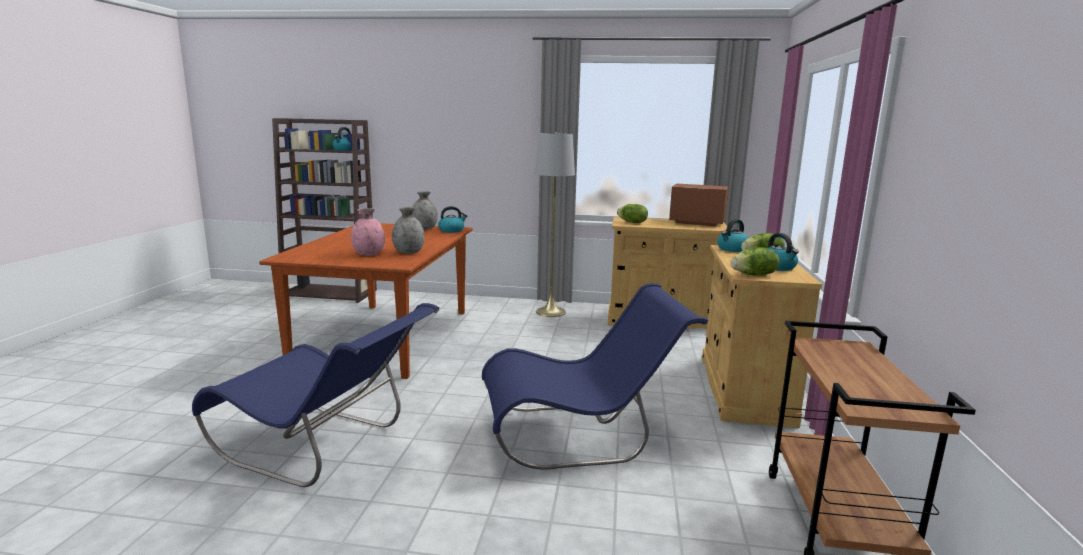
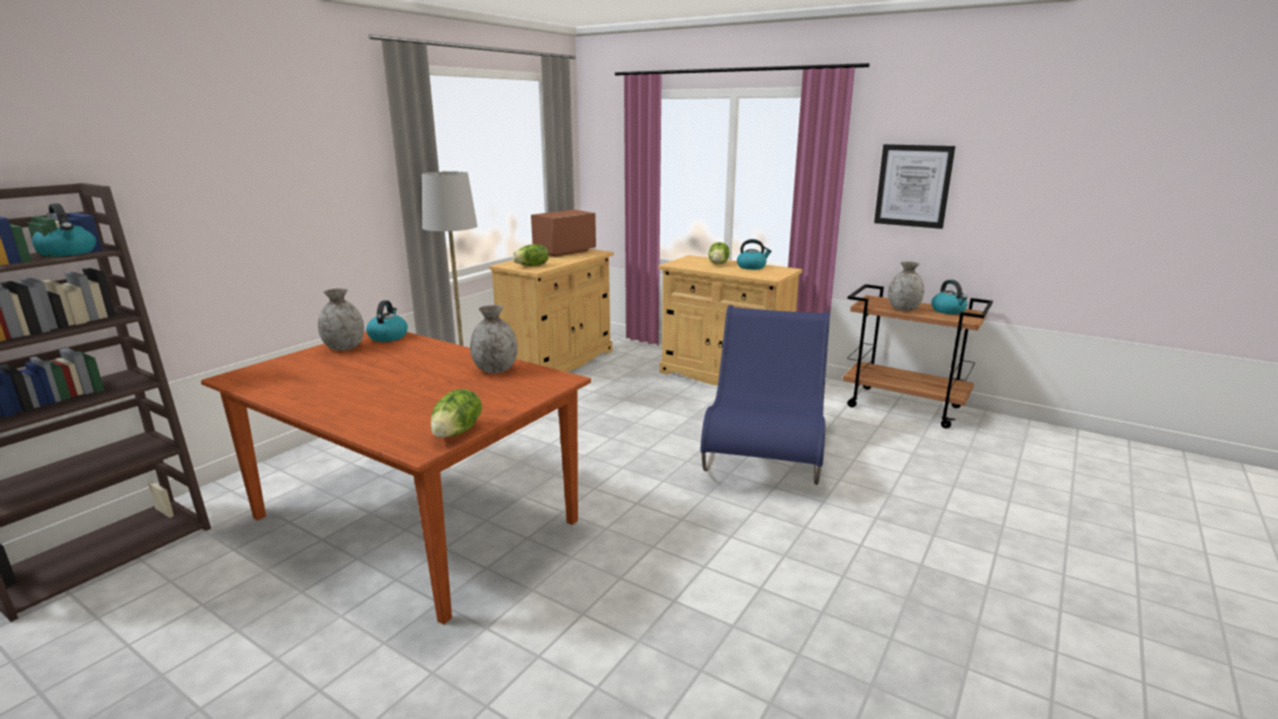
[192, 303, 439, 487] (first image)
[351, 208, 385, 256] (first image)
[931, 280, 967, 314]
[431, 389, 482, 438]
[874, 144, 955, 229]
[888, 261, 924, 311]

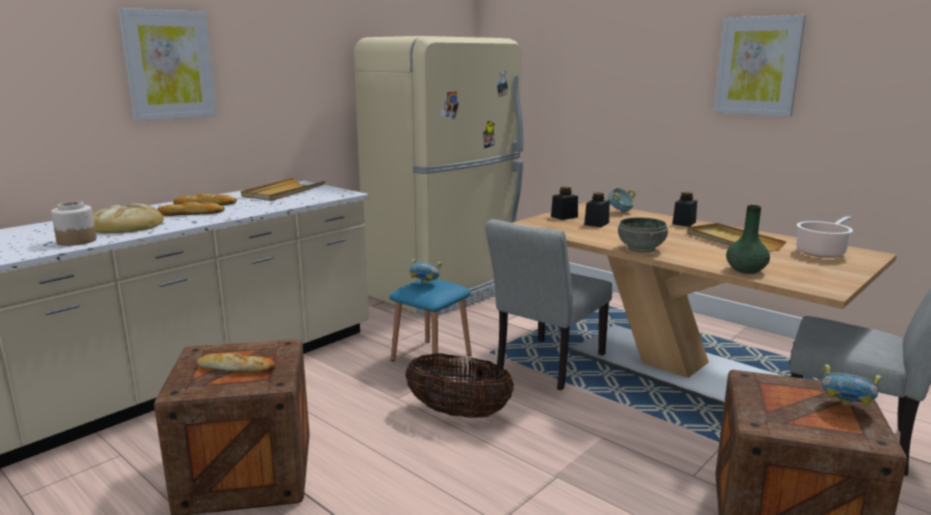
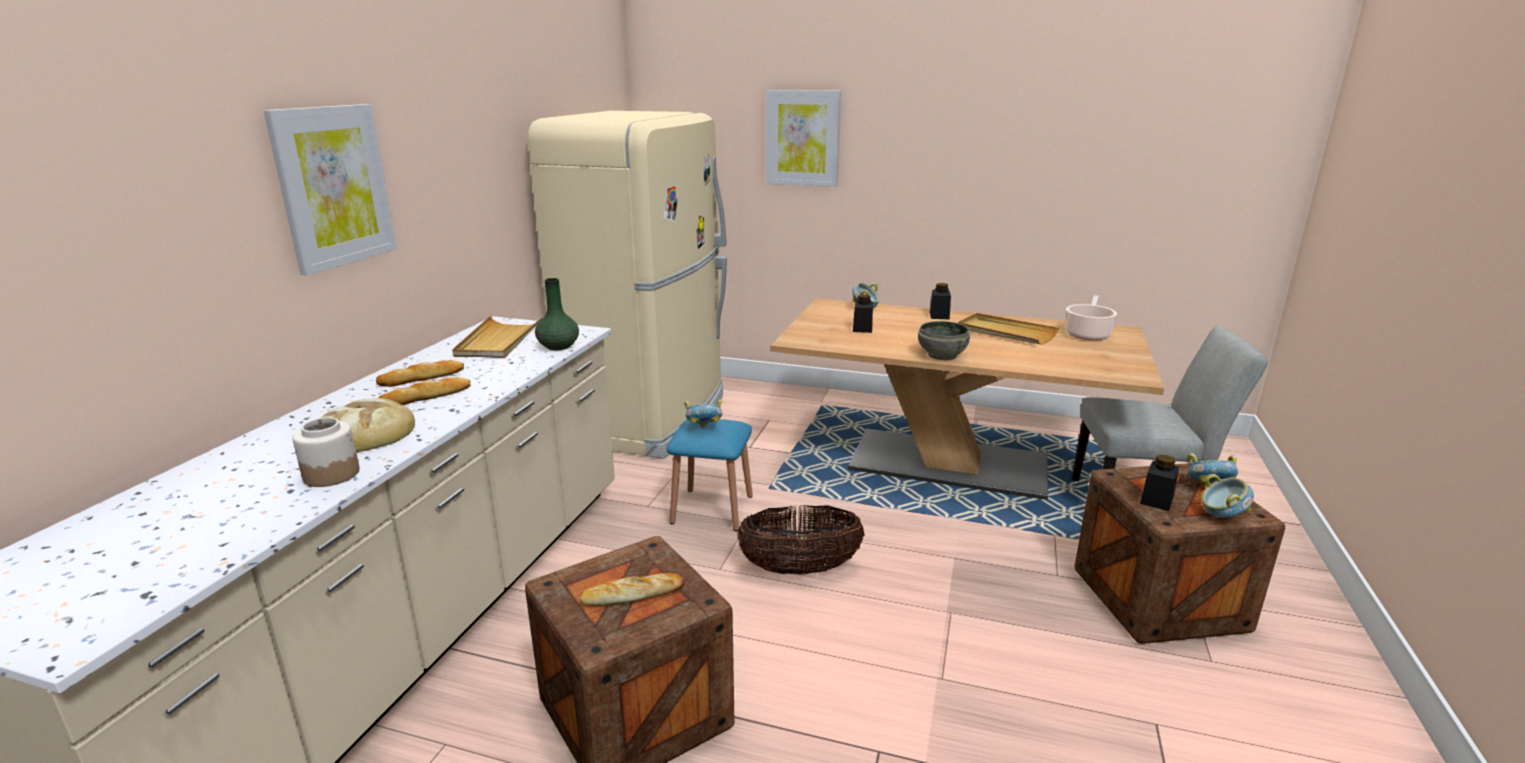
[485, 219, 612, 390] (first image)
[1140, 455, 1179, 511]
[766, 90, 841, 187]
[535, 278, 579, 350]
[1202, 474, 1254, 518]

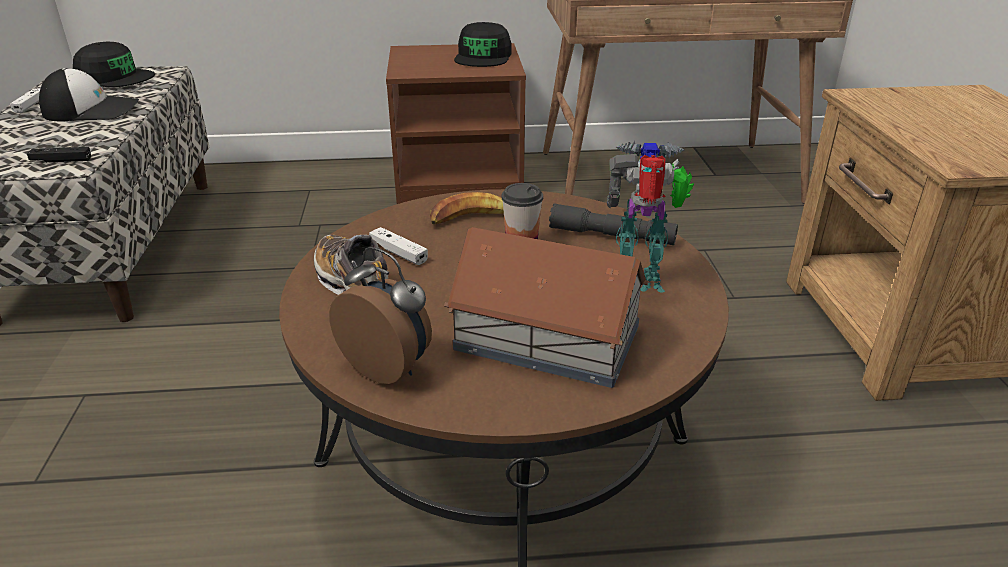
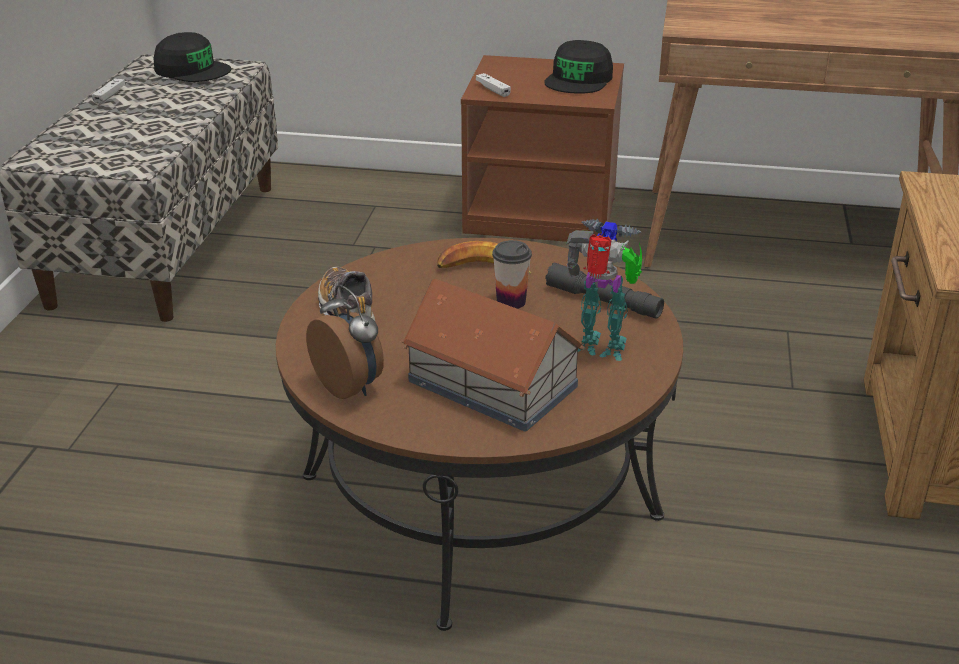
[27, 147, 91, 163] (first image)
[39, 68, 139, 121] (first image)
[476, 73, 511, 97]

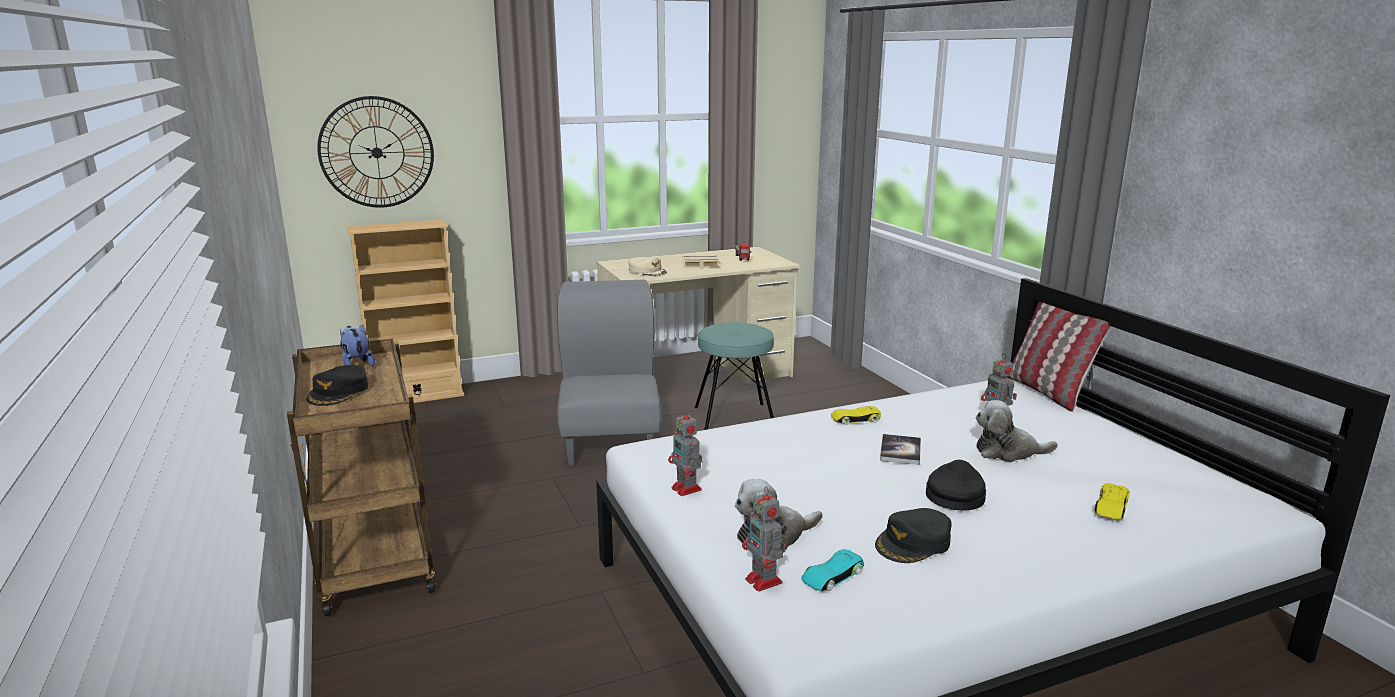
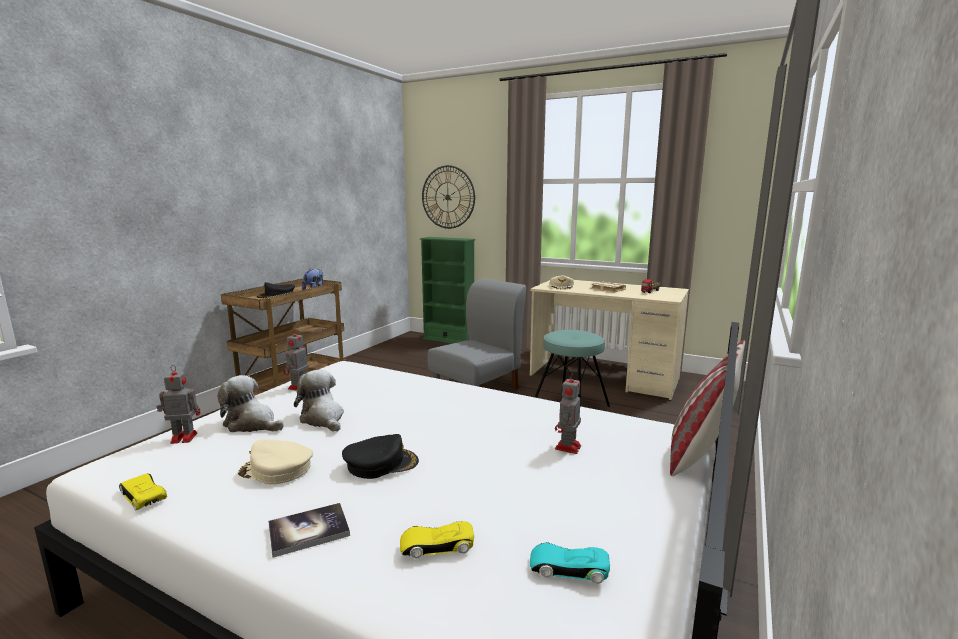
[420, 237, 475, 344]
[157, 365, 200, 444]
[530, 542, 610, 583]
[119, 473, 167, 511]
[237, 439, 313, 484]
[268, 503, 350, 558]
[294, 370, 344, 432]

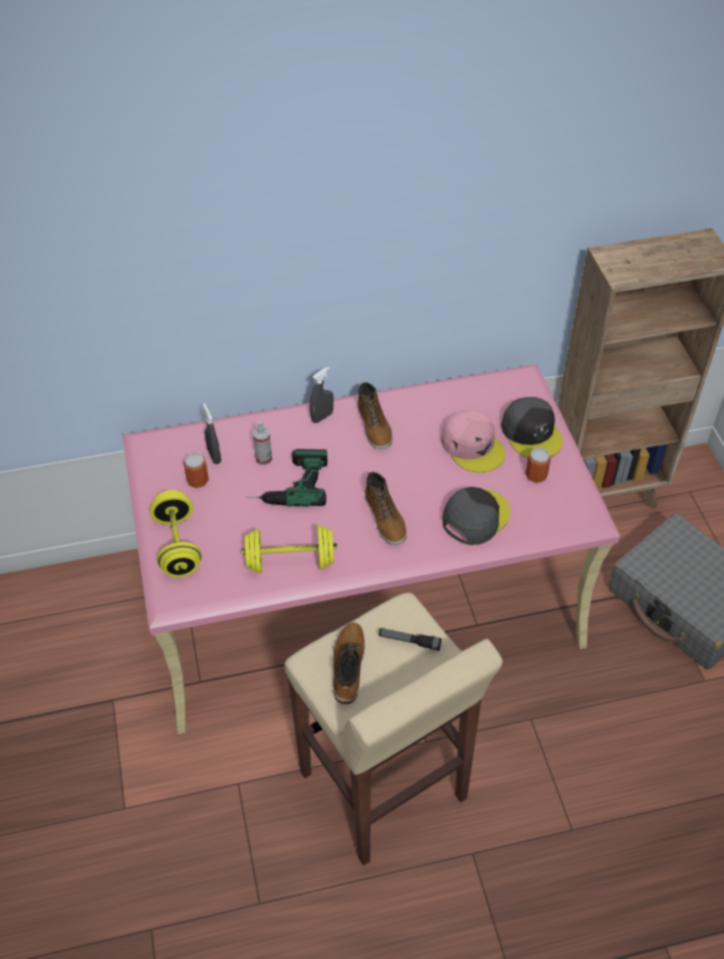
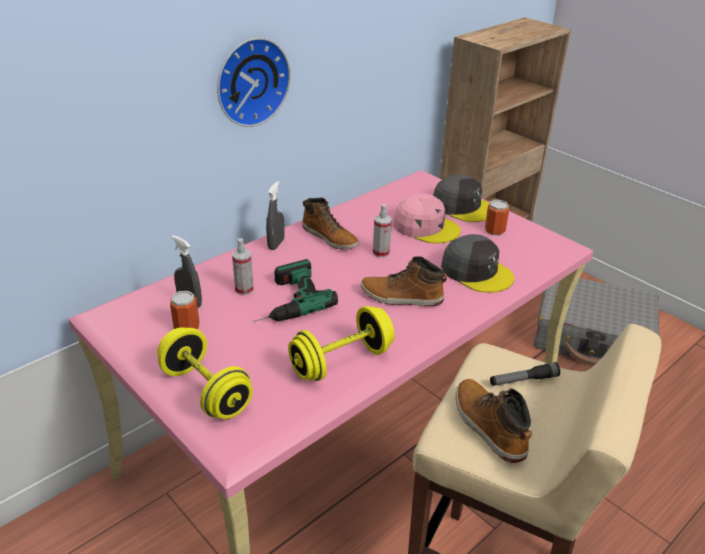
[361, 256, 447, 306]
[441, 234, 514, 293]
[217, 38, 290, 127]
[373, 204, 392, 258]

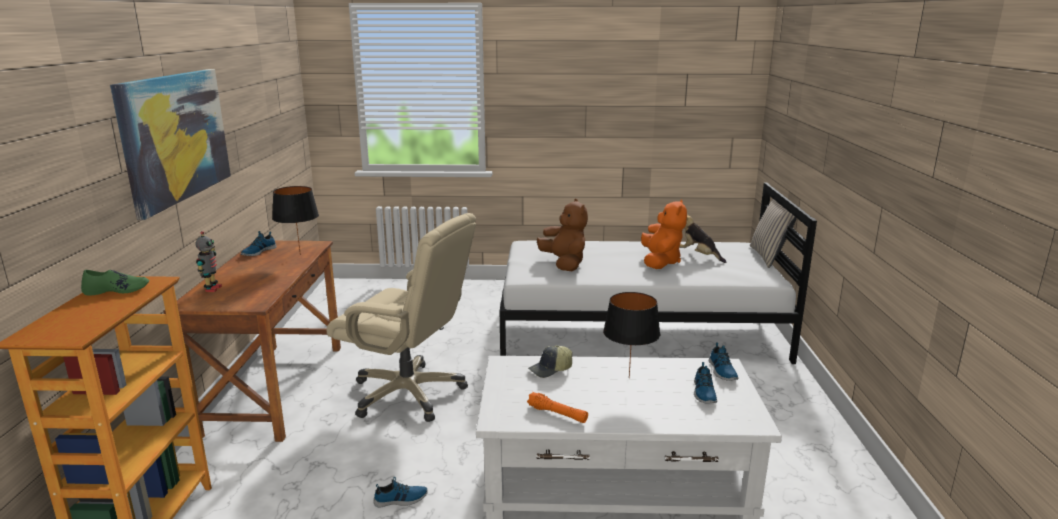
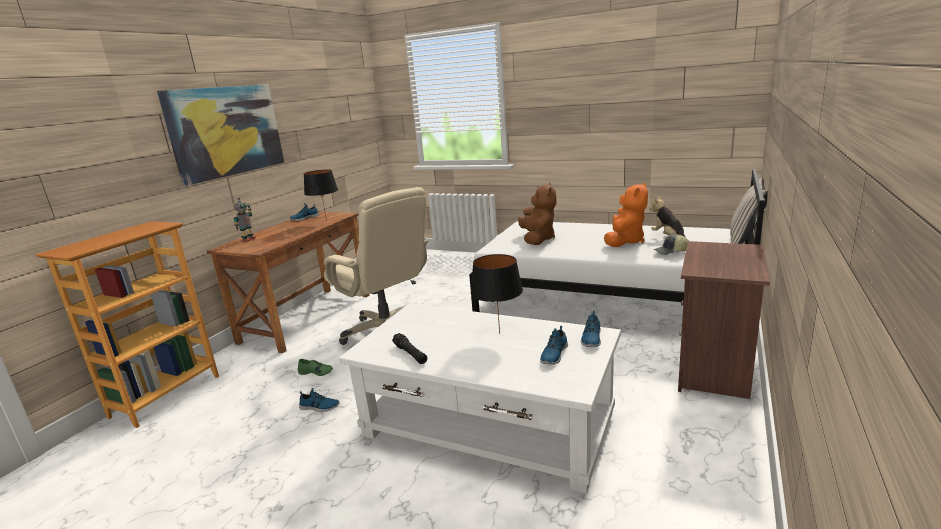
[298, 359, 333, 376]
[392, 333, 427, 364]
[653, 234, 689, 255]
[678, 241, 770, 399]

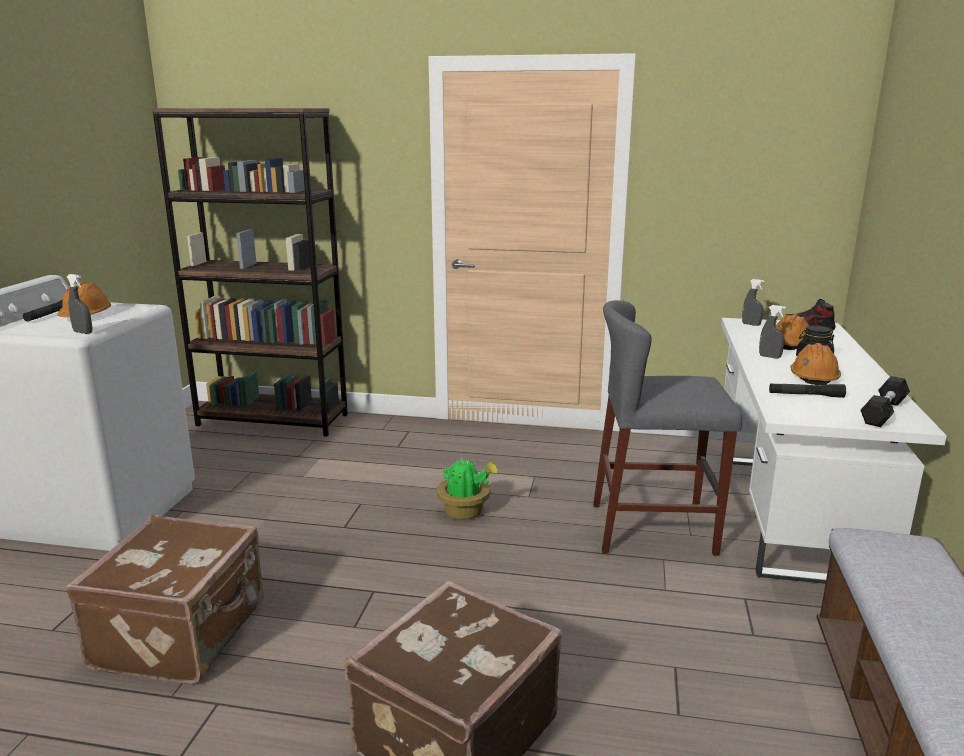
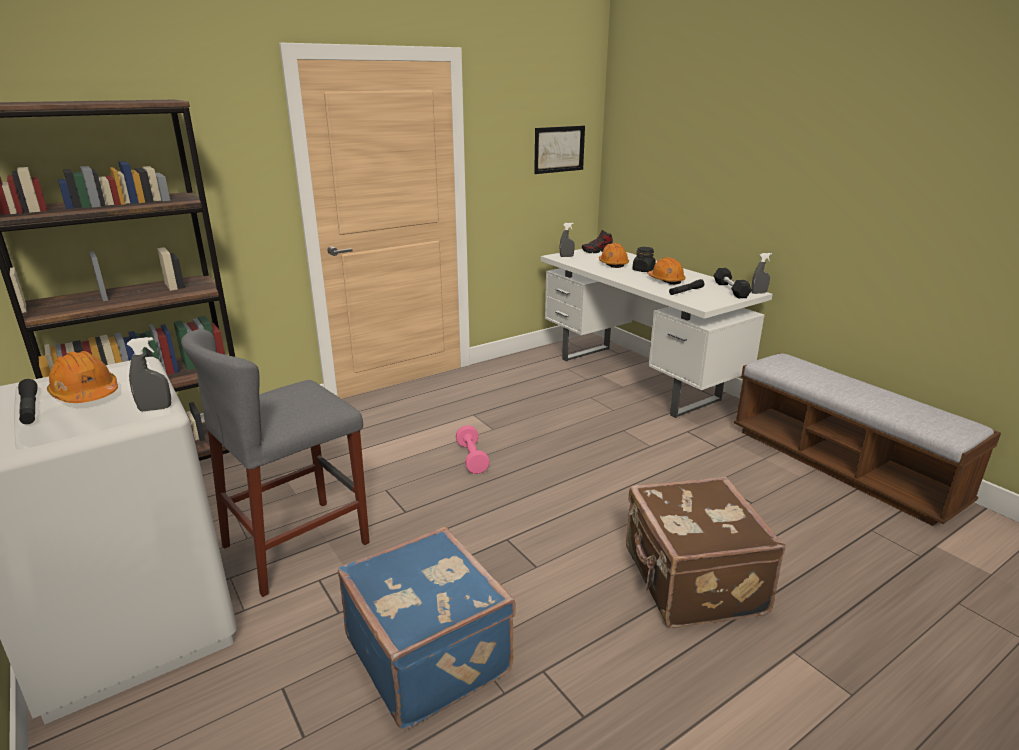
[338, 527, 516, 730]
[456, 425, 490, 474]
[181, 329, 370, 597]
[751, 253, 772, 294]
[534, 126, 585, 174]

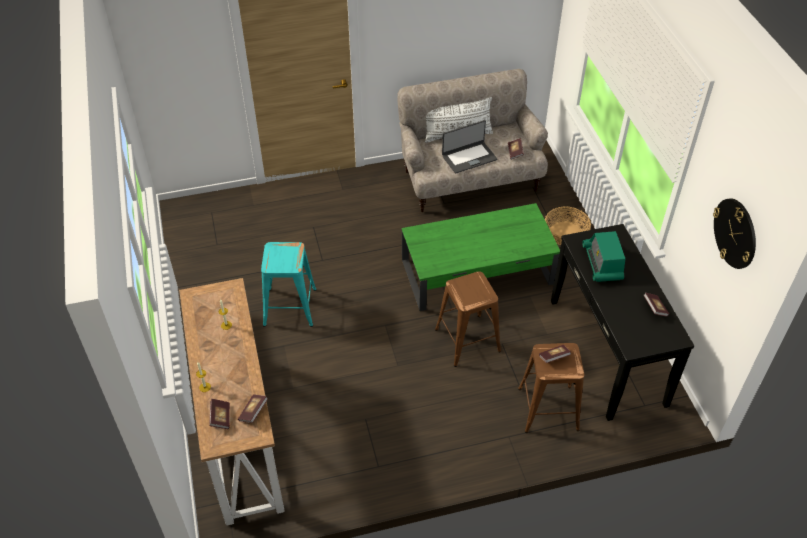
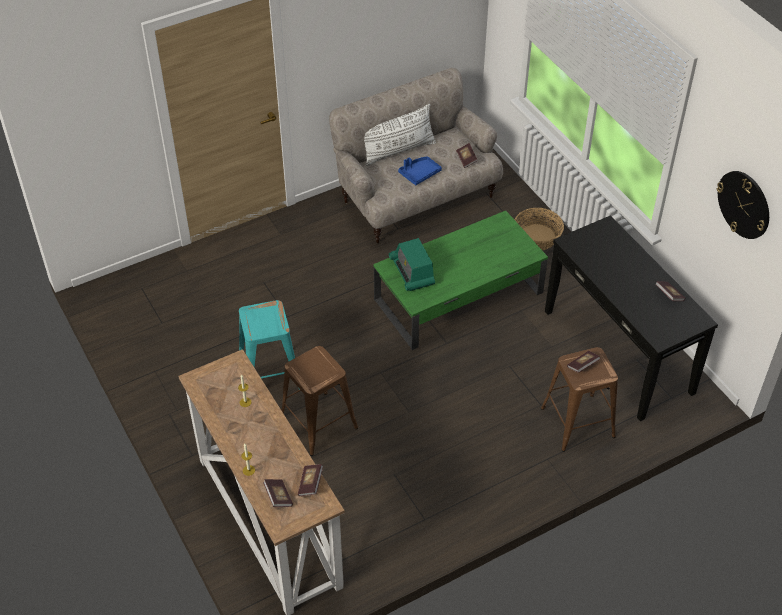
[281, 346, 358, 456]
[398, 156, 442, 185]
[389, 238, 435, 291]

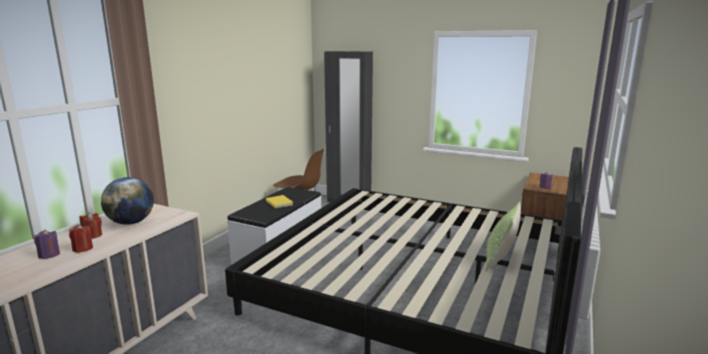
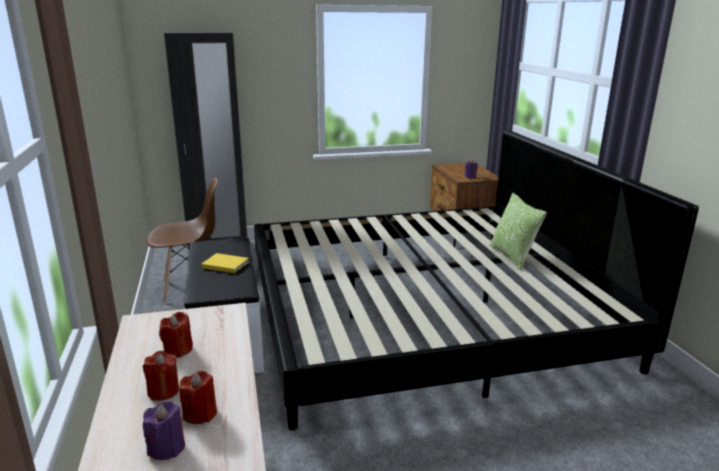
[159, 312, 193, 358]

